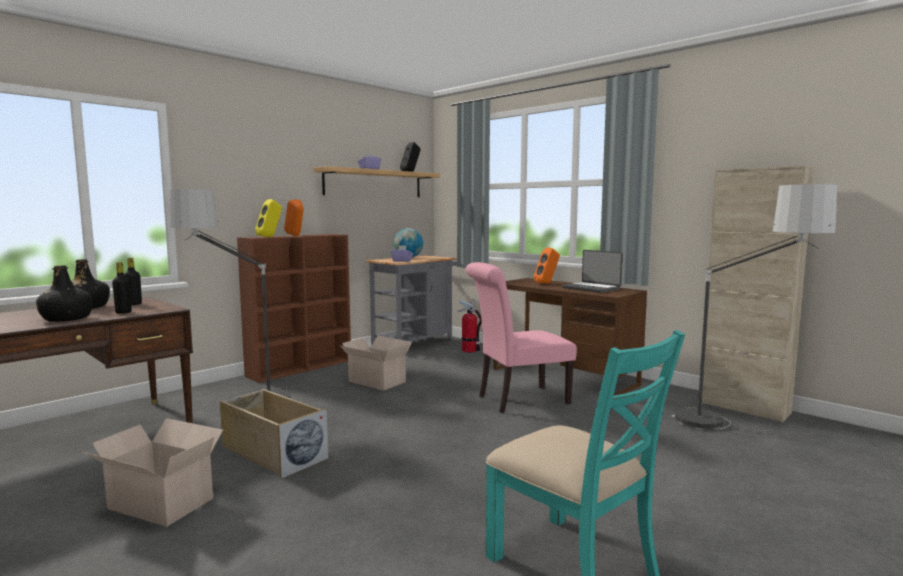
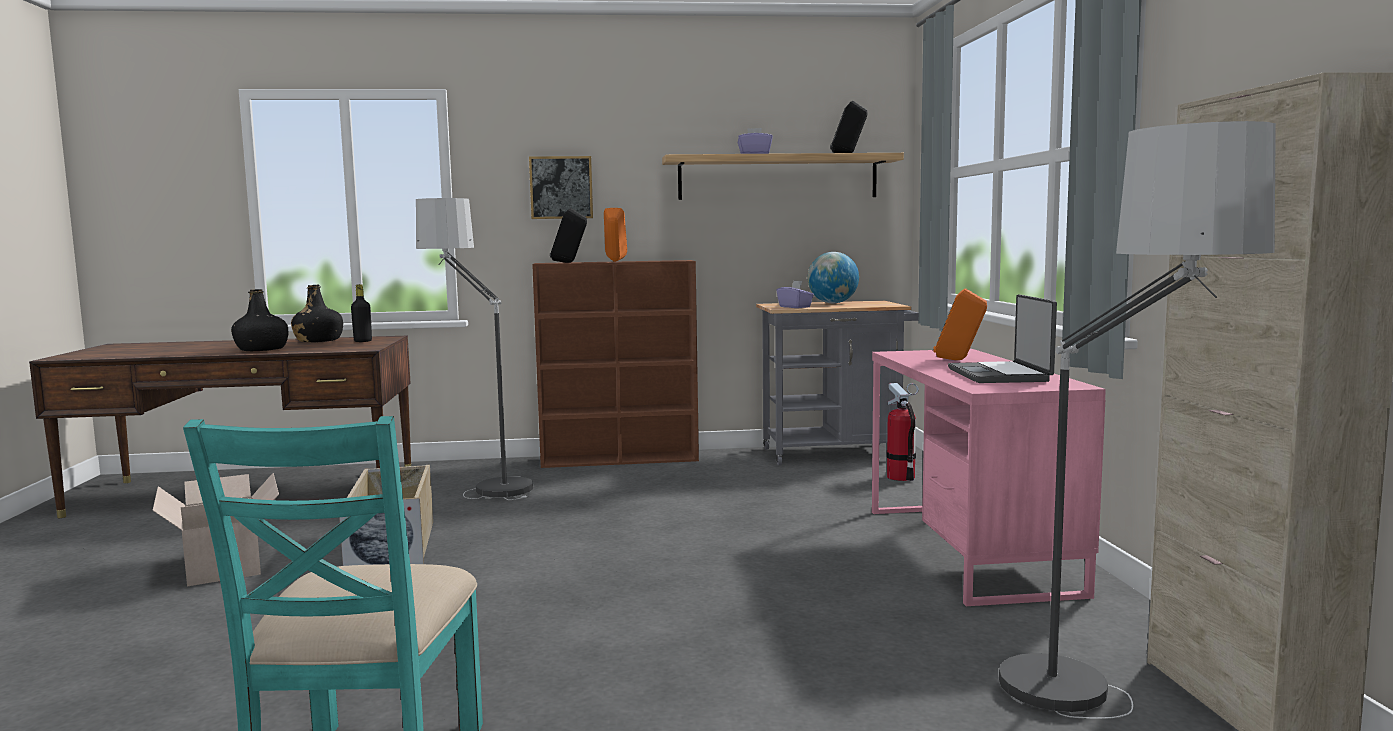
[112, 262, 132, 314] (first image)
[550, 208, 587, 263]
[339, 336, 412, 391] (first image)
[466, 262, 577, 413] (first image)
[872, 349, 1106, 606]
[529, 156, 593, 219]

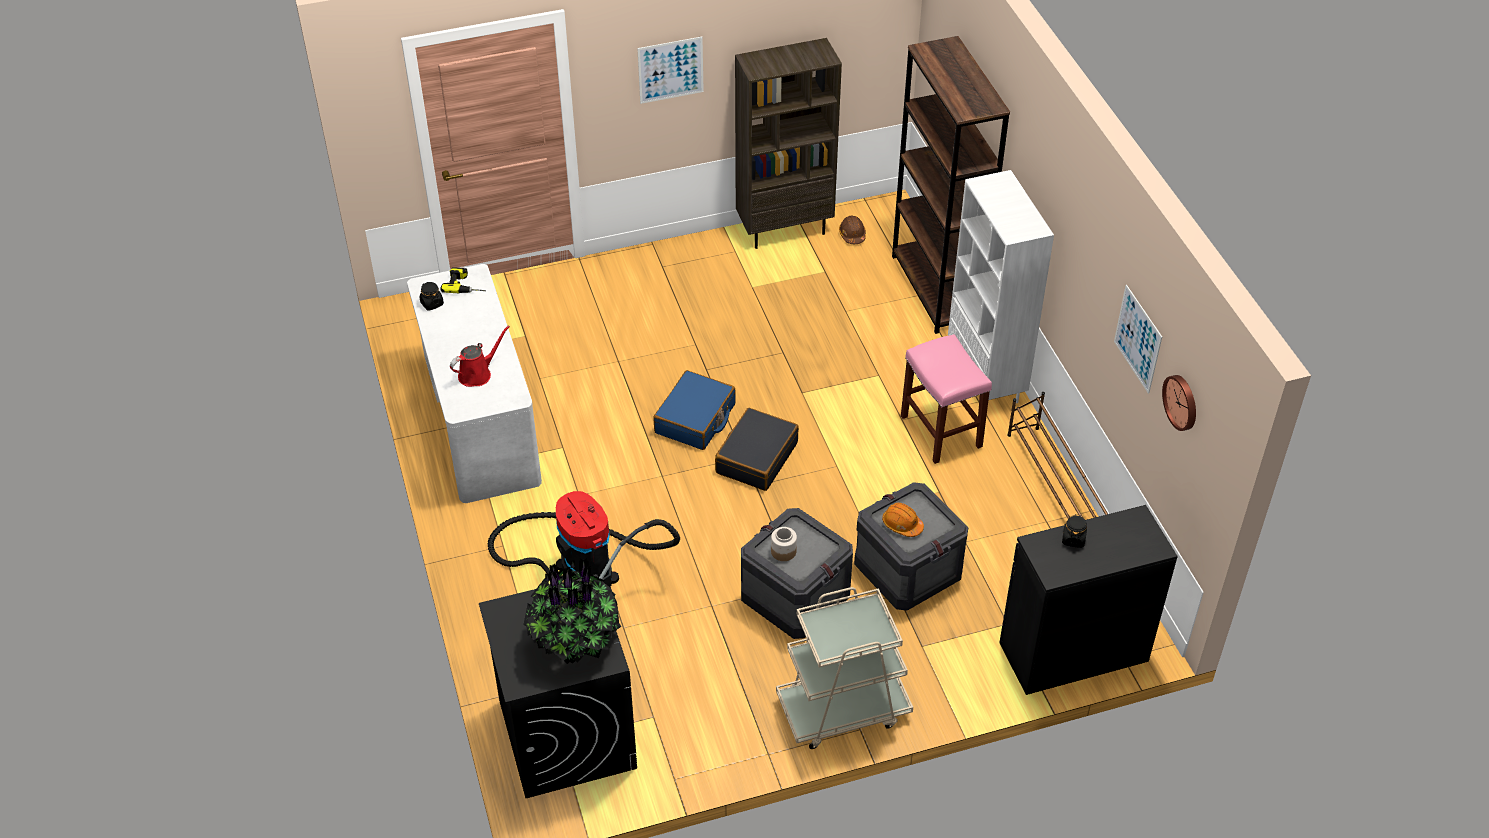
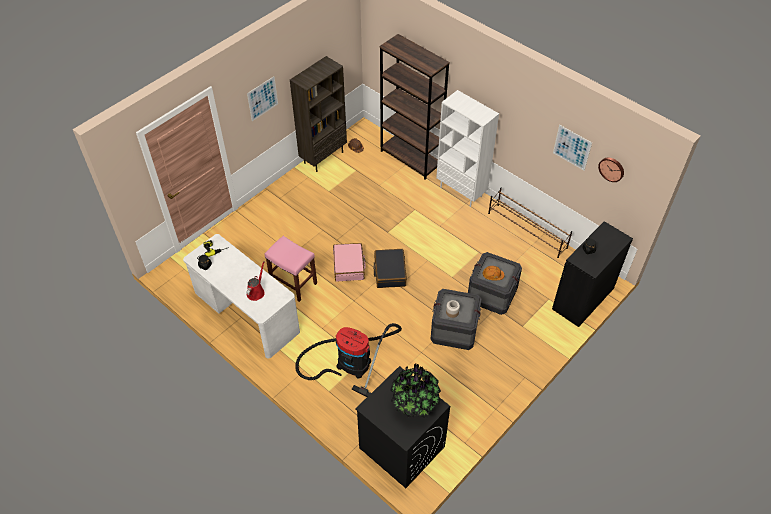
[333, 243, 366, 282]
[776, 587, 913, 749] (first image)
[265, 236, 317, 302]

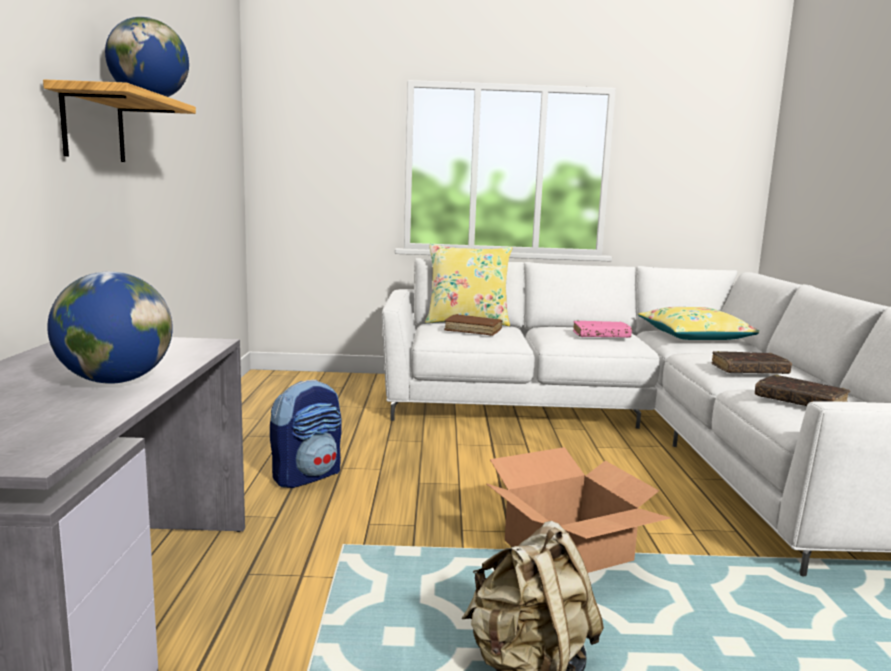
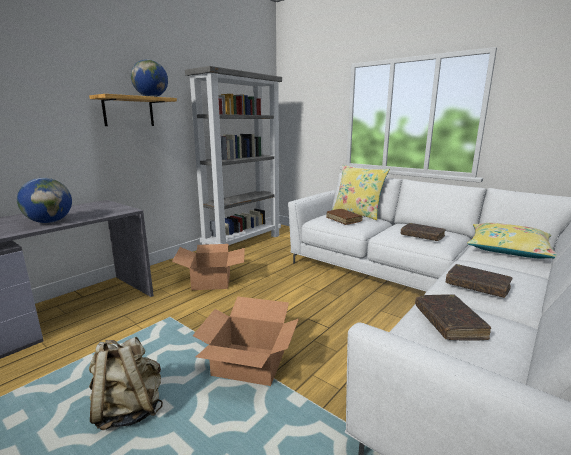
[172, 244, 245, 290]
[401, 223, 446, 241]
[185, 66, 282, 245]

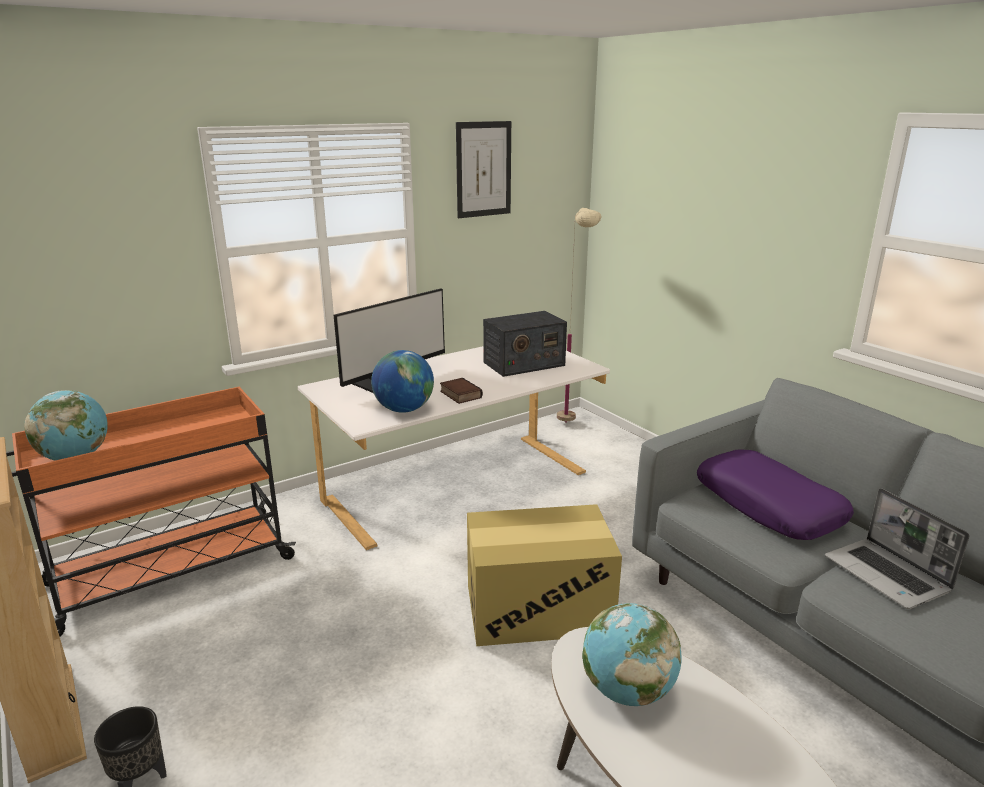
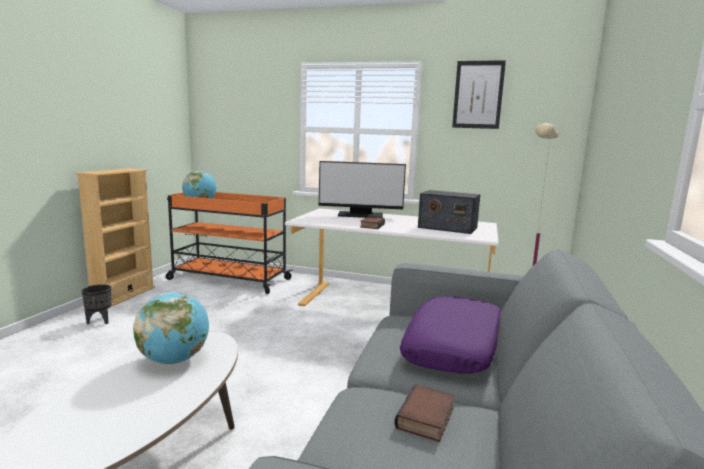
[371, 350, 434, 413] (first image)
[467, 504, 622, 646] (first image)
[394, 384, 455, 442]

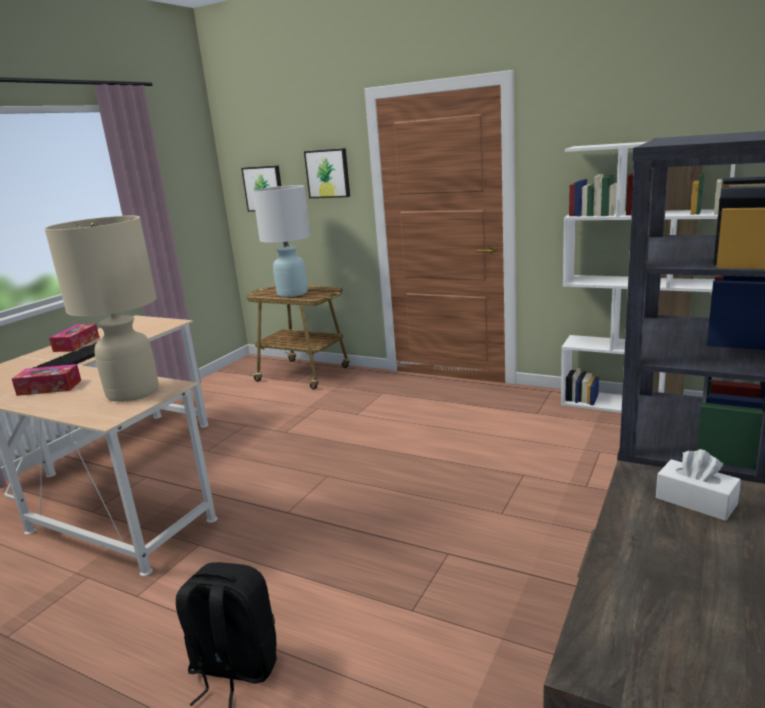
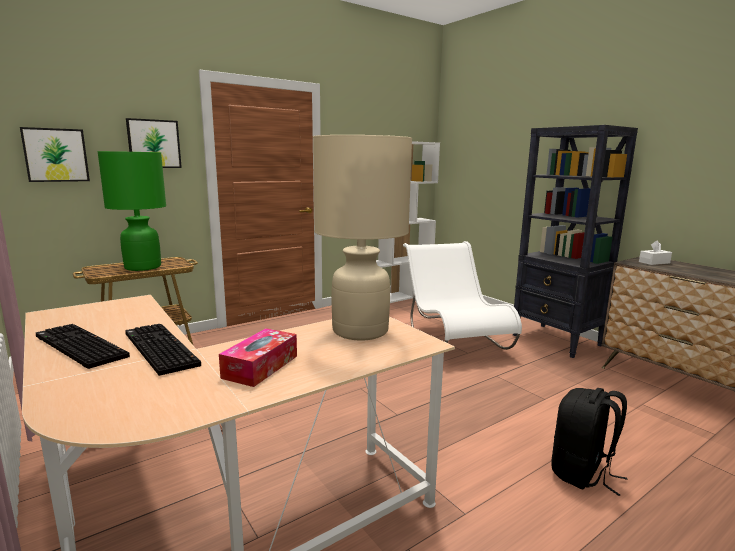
[36, 324, 130, 369]
[97, 151, 166, 271]
[403, 241, 522, 350]

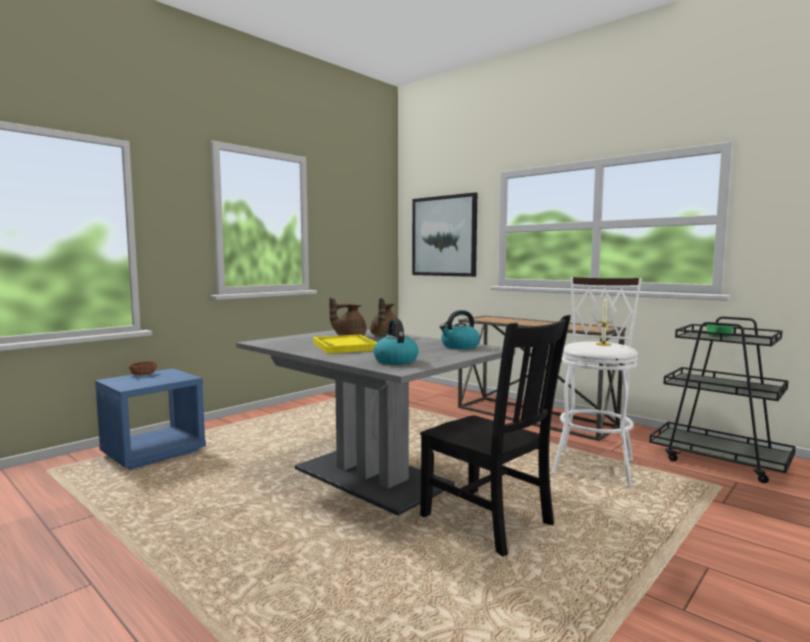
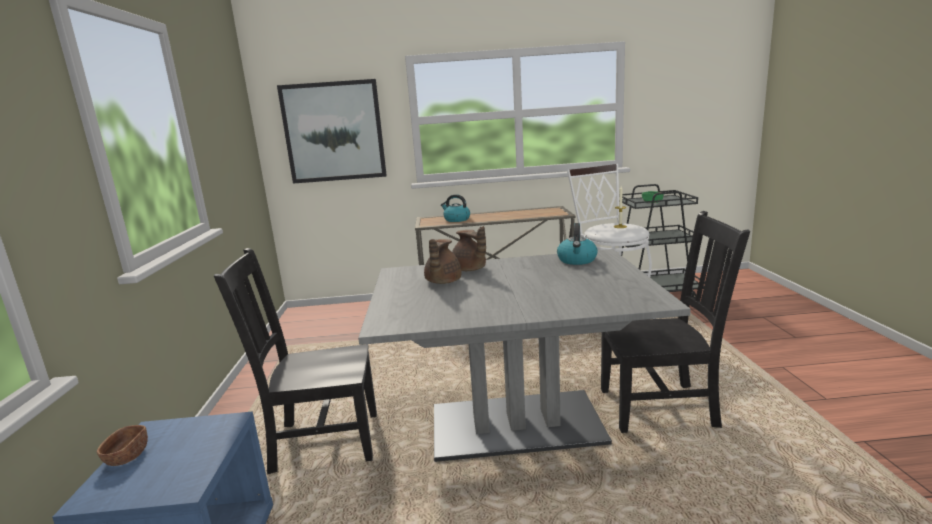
[313, 335, 377, 354] (first image)
[441, 194, 470, 222]
[214, 248, 377, 474]

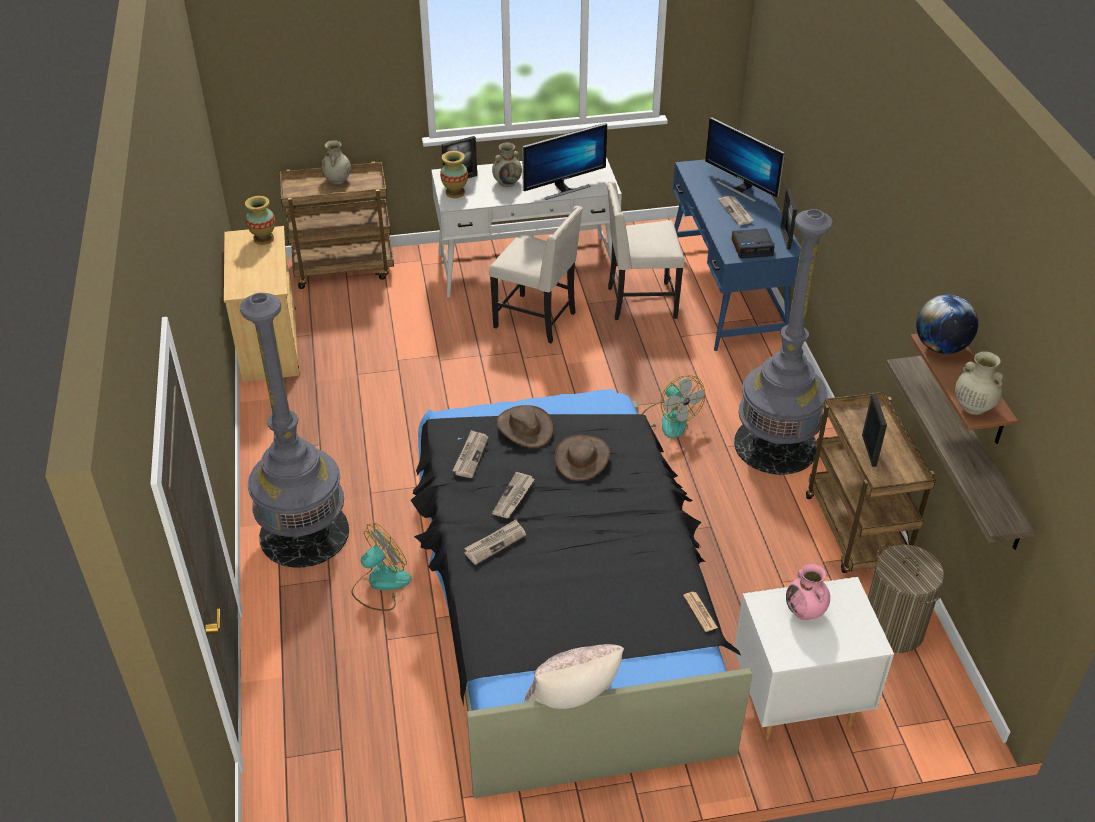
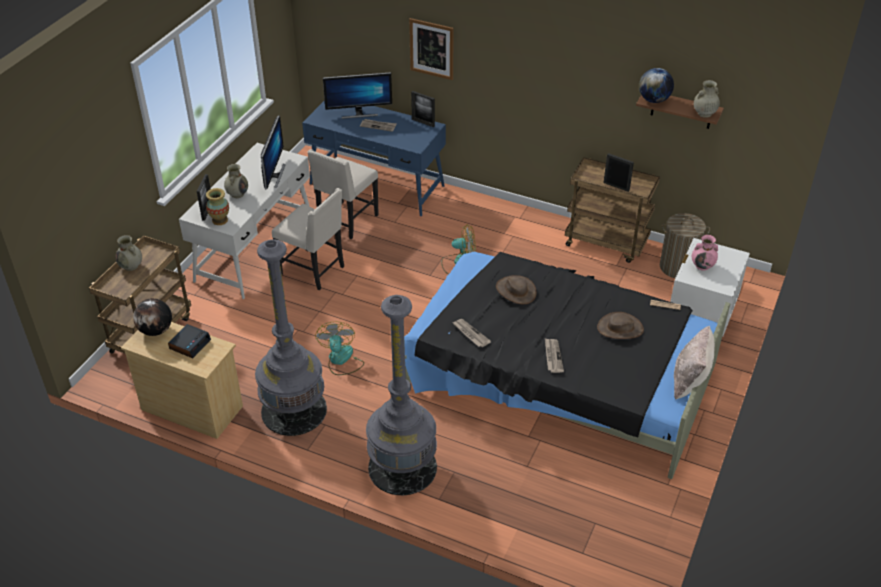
[133, 298, 172, 336]
[315, 322, 364, 375]
[272, 188, 344, 291]
[492, 472, 535, 518] (first image)
[597, 312, 644, 339]
[168, 324, 211, 358]
[255, 239, 327, 436]
[885, 356, 1037, 550] (first image)
[409, 18, 454, 80]

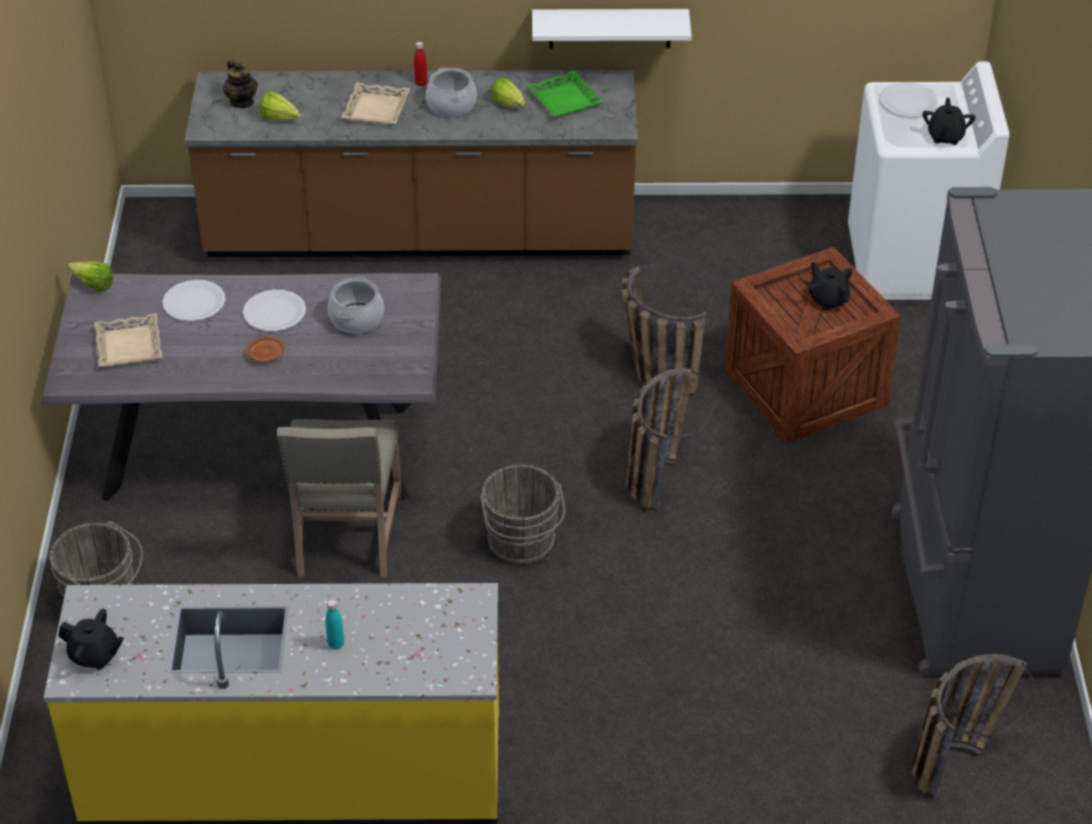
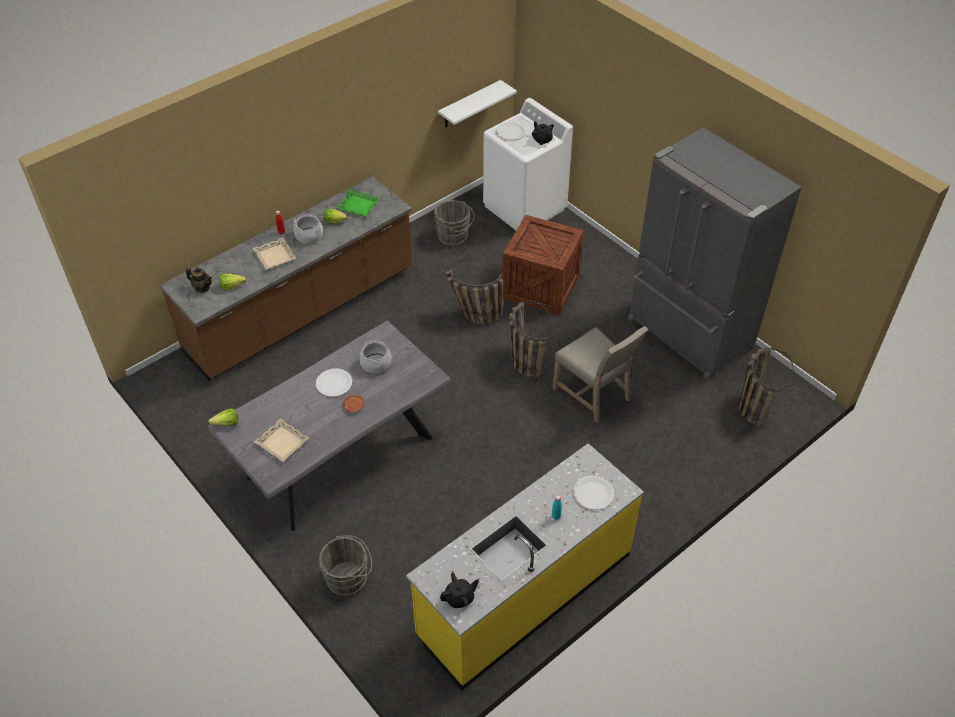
[573, 476, 614, 510]
[553, 326, 648, 423]
[434, 200, 475, 246]
[438, 80, 517, 127]
[808, 262, 852, 310] (first image)

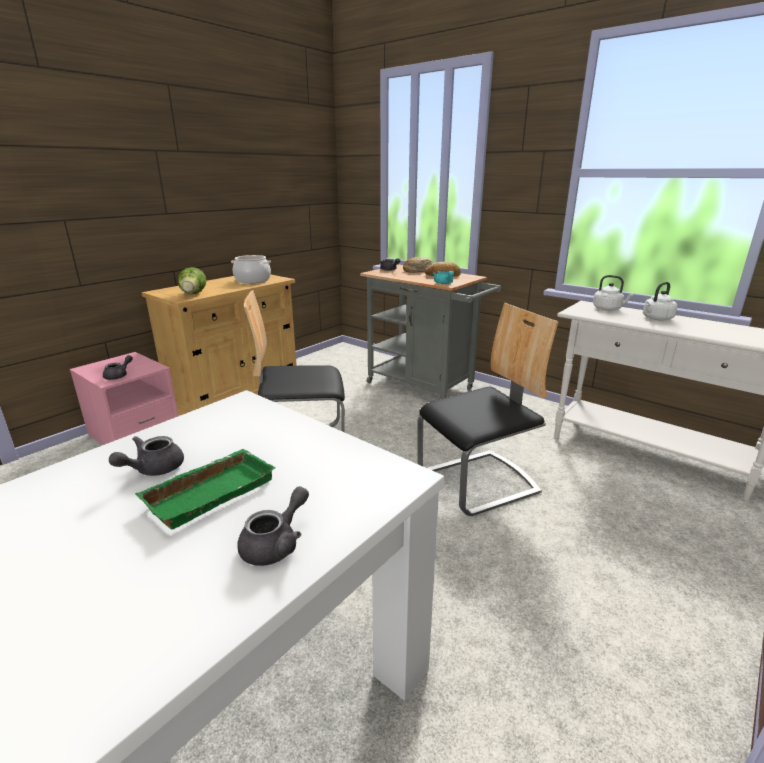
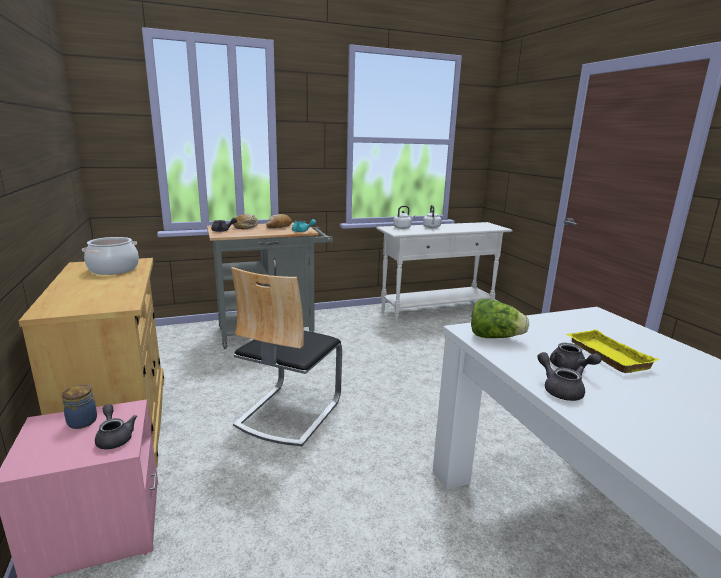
[566, 329, 660, 373]
[471, 299, 529, 338]
[537, 352, 585, 401]
[418, 303, 559, 516] (first image)
[62, 385, 97, 429]

